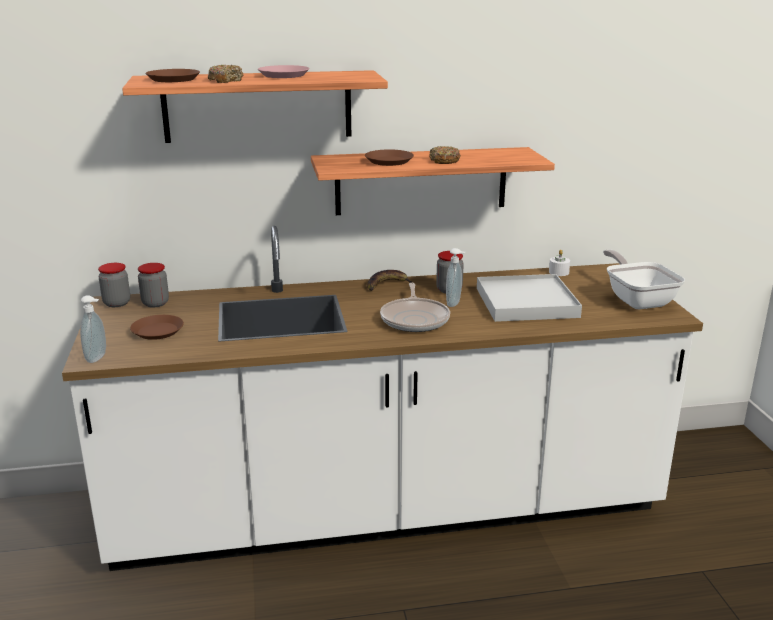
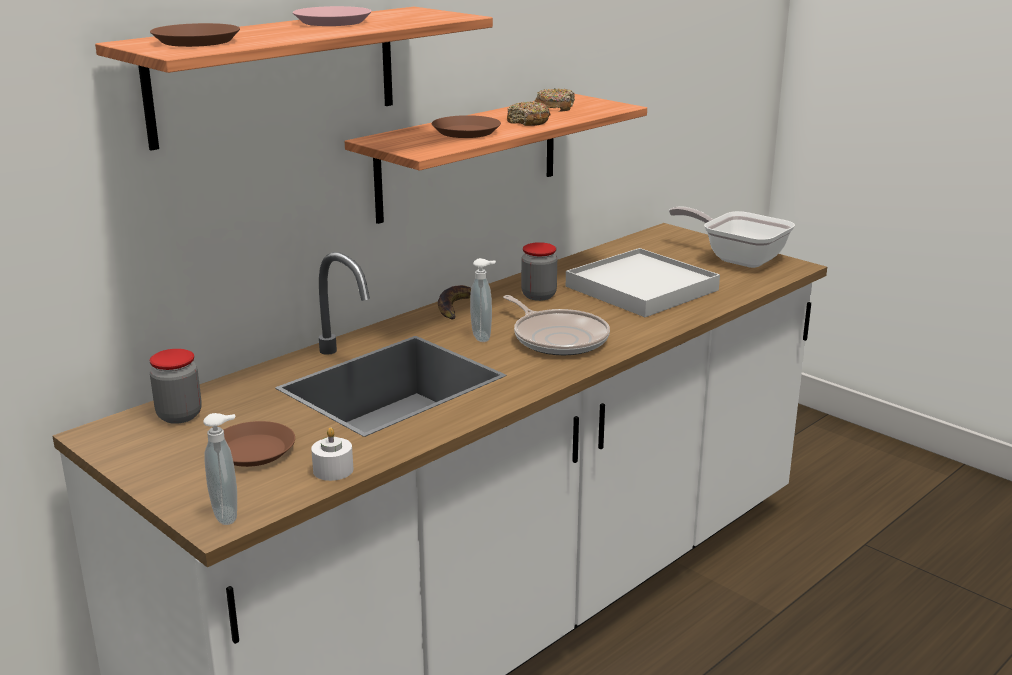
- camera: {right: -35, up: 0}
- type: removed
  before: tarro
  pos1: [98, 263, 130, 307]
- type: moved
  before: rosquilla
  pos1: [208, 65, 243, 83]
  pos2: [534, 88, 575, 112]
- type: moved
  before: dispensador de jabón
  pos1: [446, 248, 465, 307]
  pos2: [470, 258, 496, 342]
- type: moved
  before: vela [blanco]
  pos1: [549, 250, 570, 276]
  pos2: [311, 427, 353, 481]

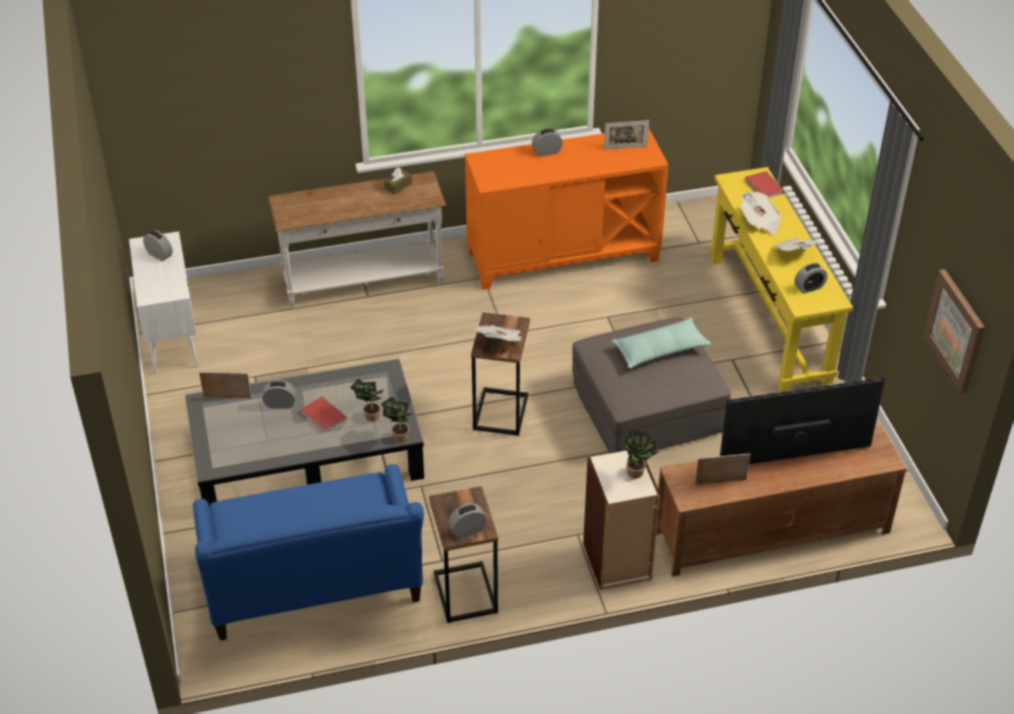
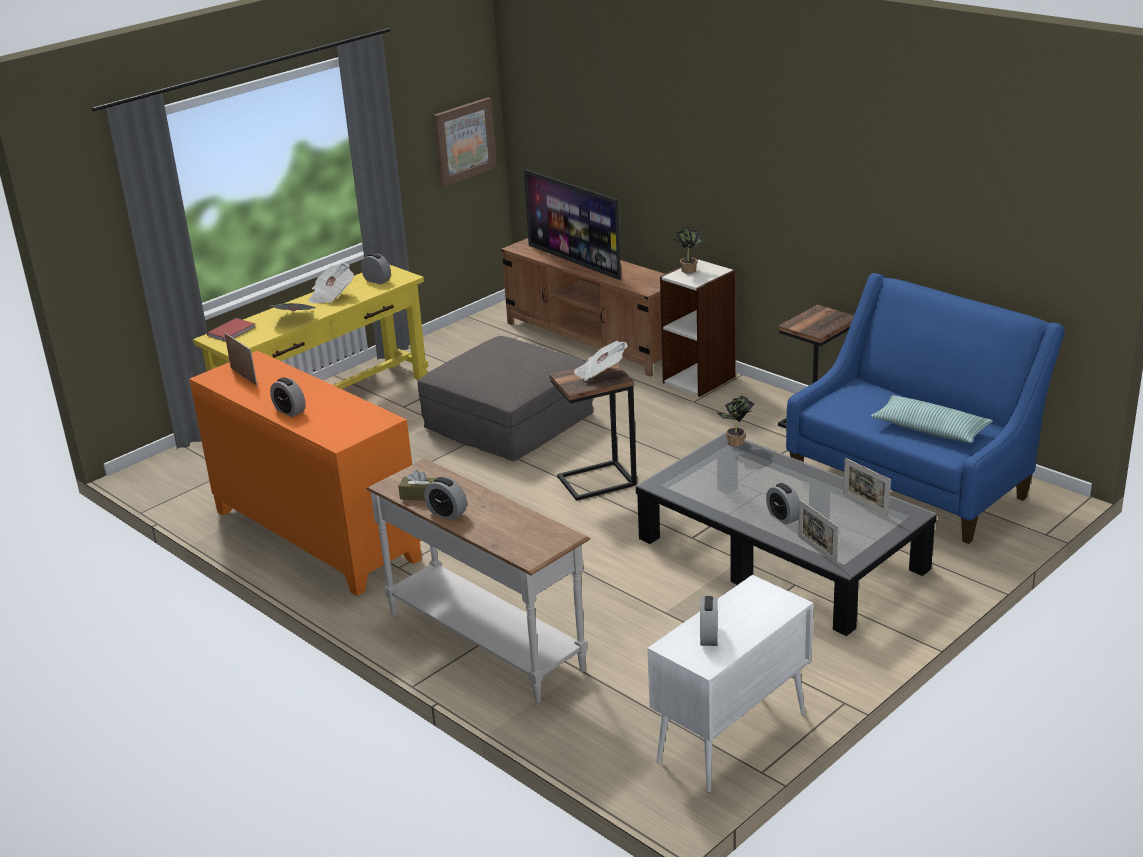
- camera: {right: -120, up: -15}
- type: removed
  before: libro [rojo]
  pos1: [300, 396, 347, 432]
- type: removed
  before: planta en maceta
  pos1: [350, 378, 384, 422]
- type: moved
  before: despertador
  pos1: [448, 504, 487, 538]
  pos2: [424, 477, 467, 520]
- type: moved
  before: cojín
  pos1: [611, 318, 711, 369]
  pos2: [871, 395, 993, 443]
- type: moved
  before: portarretratos
  pos1: [695, 454, 751, 485]
  pos2: [843, 458, 891, 516]

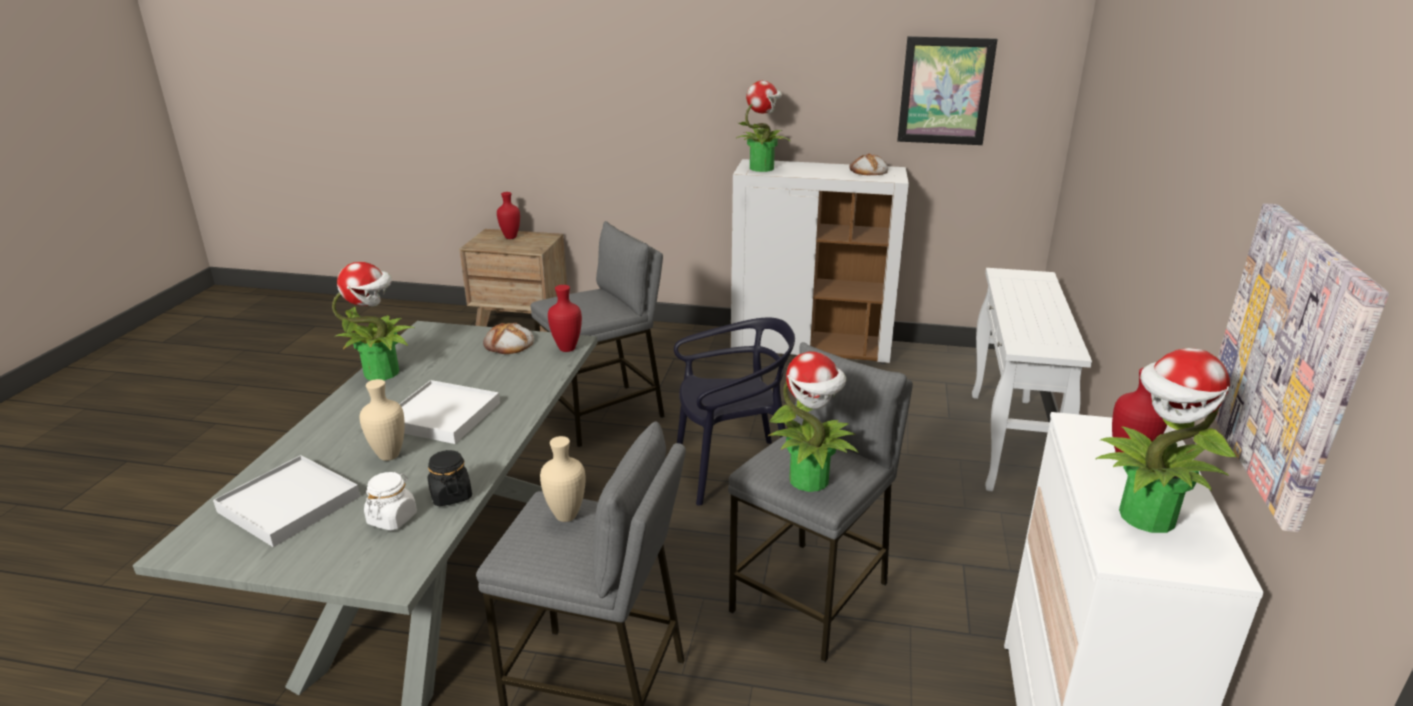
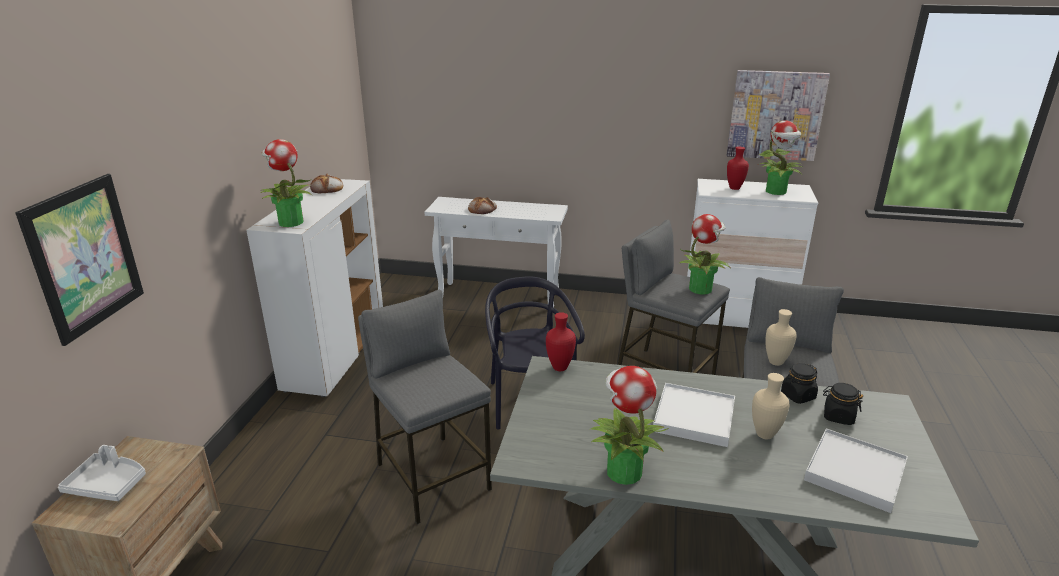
- camera: {right: -90, up: 0}
- type: moved
  before: pan
  pos1: [483, 323, 534, 354]
  pos2: [468, 197, 497, 214]
- type: moved
  before: cuadro
  pos1: [897, 36, 997, 145]
  pos2: [15, 174, 144, 346]
- type: replaced
  before: florero [rojo]
  after: bandeja [gris]
  pos1: [497, 192, 520, 239]
  pos2: [58, 445, 146, 501]
- type: recoloured
  before: tarro [blanco]
  after: tarro [negro]
  pos1: [364, 472, 417, 531]
  pos2: [823, 383, 863, 425]

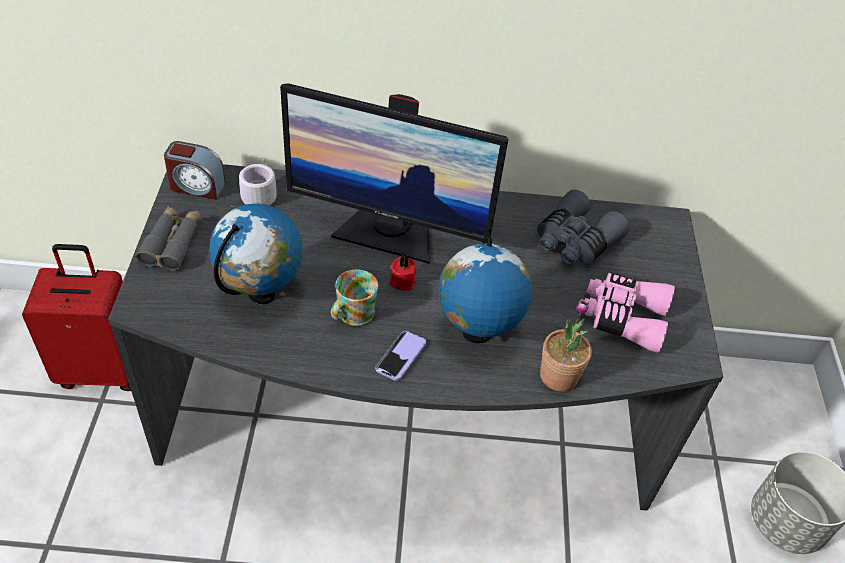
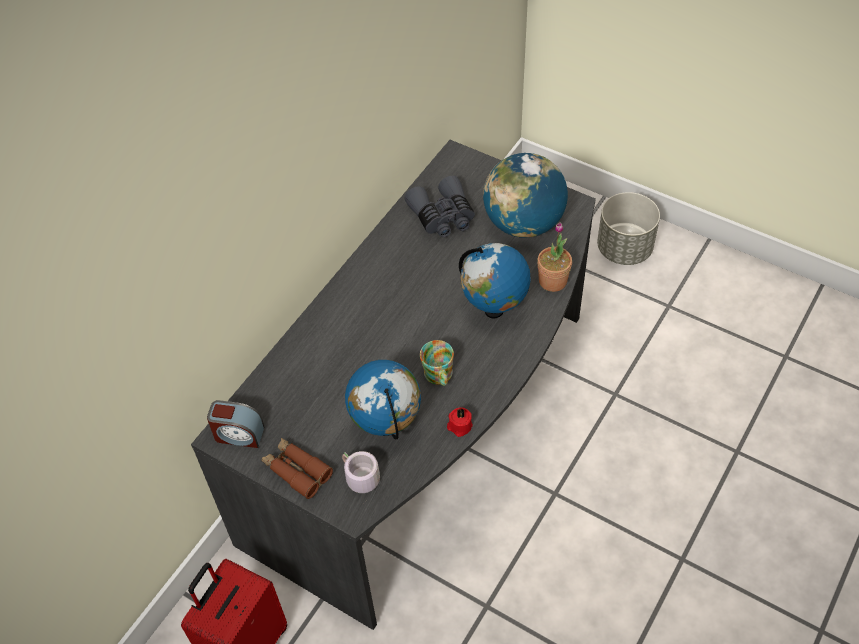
- camera: {right: -55, up: 5}
- type: removed
  before: monitor
  pos1: [280, 83, 508, 264]
- type: removed
  before: móvil
  pos1: [375, 331, 426, 381]
- type: moved
  before: taza grande [gris]
  pos1: [232, 159, 277, 207]
  pos2: [342, 451, 380, 493]
- type: moved
  before: vela [rojo]
  pos1: [389, 255, 416, 291]
  pos2: [447, 407, 473, 437]
- type: replaced
  before: prismáticos [rosa]
  after: globo terráqueo
  pos1: [585, 273, 675, 353]
  pos2: [483, 153, 568, 238]
- type: recoloured
  before: prismáticos [gris]
  after: prismáticos [marrón]
  pos1: [136, 206, 200, 271]
  pos2: [261, 438, 333, 499]
- type: turned
  before: despertador
  pos1: [164, 141, 226, 200]
  pos2: [207, 400, 264, 448]
  turn: 60

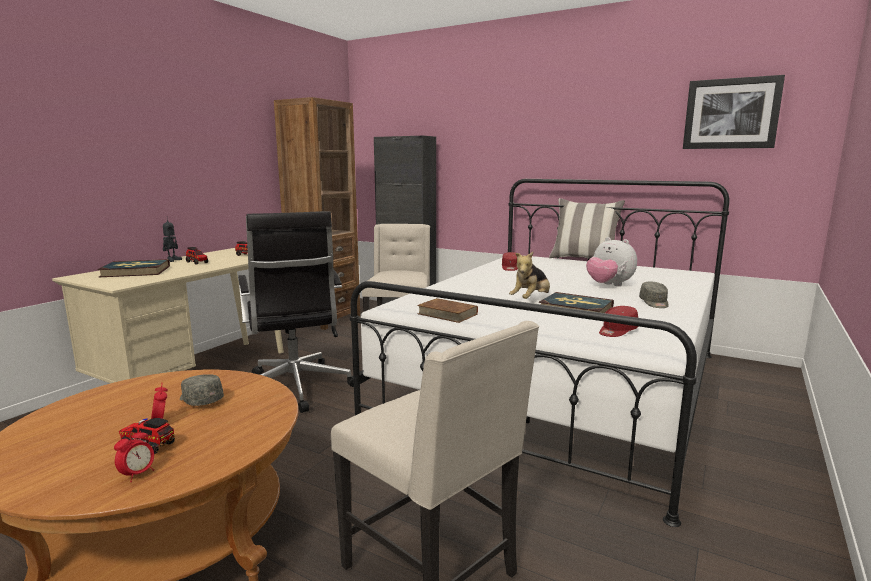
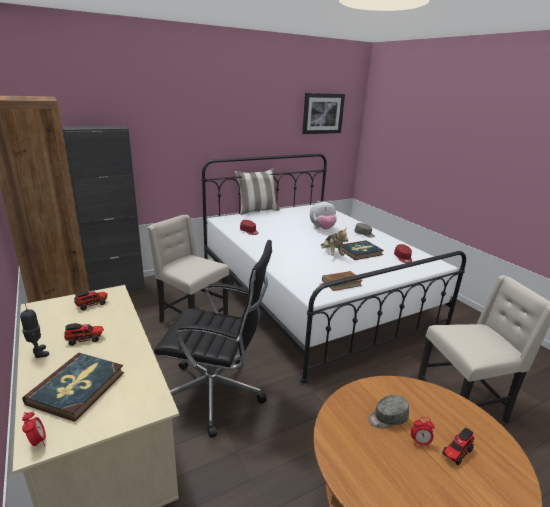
- camera: {right: -60, up: 10}
- type: moved
  before: despertador
  pos1: [114, 427, 154, 482]
  pos2: [22, 412, 46, 446]

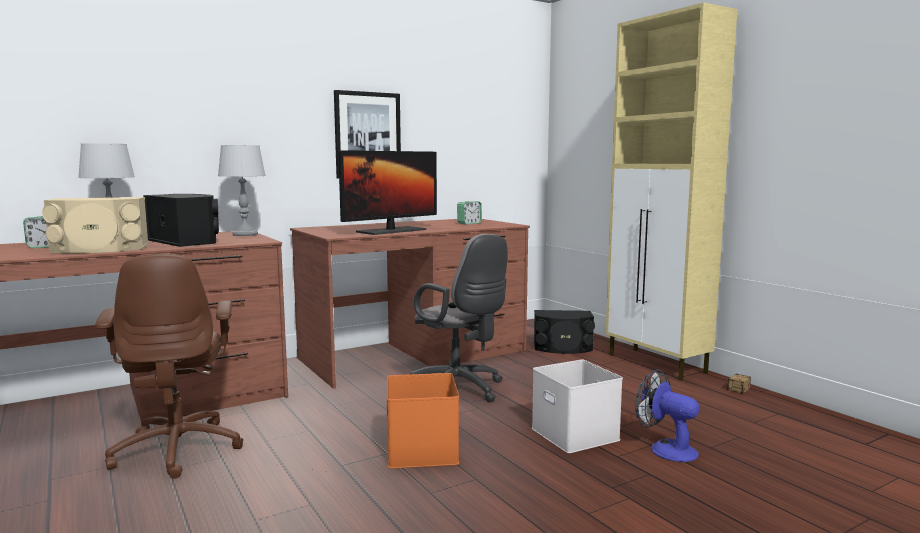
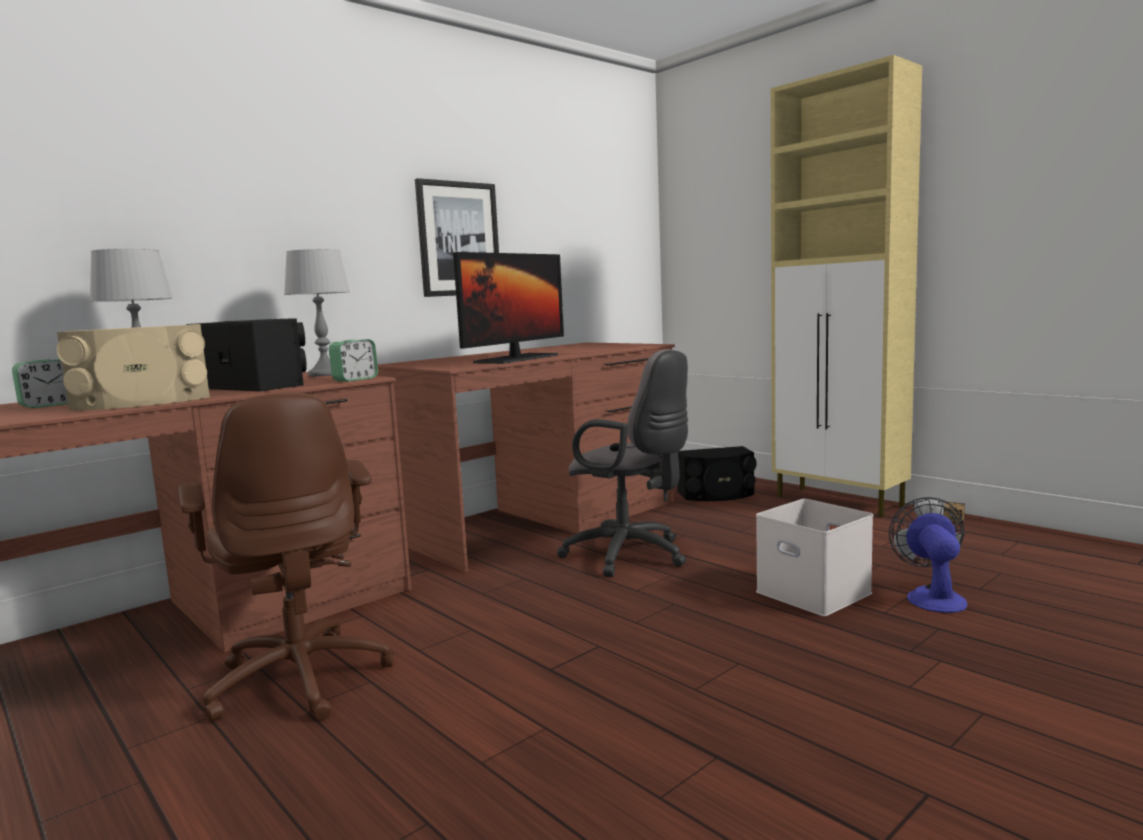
- camera: {right: -10, up: 0}
- type: removed
  before: caja de almacenaje [naranja]
  pos1: [387, 373, 459, 468]
- type: moved
  before: despertador
  pos1: [457, 201, 482, 225]
  pos2: [329, 339, 378, 382]
- type: turned
  before: ventilador
  pos1: [635, 369, 699, 462]
  pos2: [889, 497, 967, 613]
  turn: 60

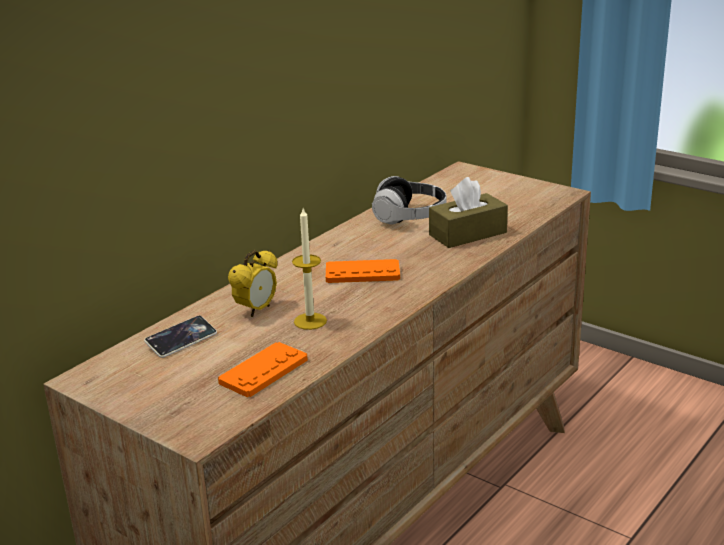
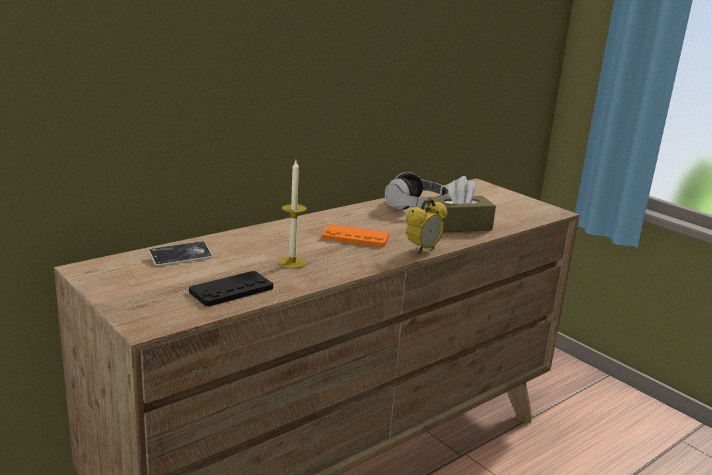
- camera: {right: 10, up: -5}
- type: moved
  before: despertador
  pos1: [228, 250, 278, 317]
  pos2: [406, 198, 448, 254]
- type: recoloured
  before: mando de consola [naranja]
  after: mando de consola [negro]
  pos1: [218, 342, 308, 397]
  pos2: [189, 271, 273, 307]

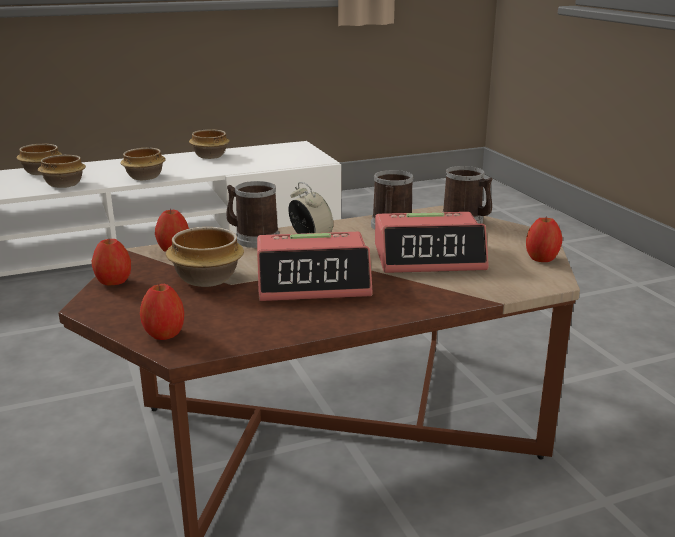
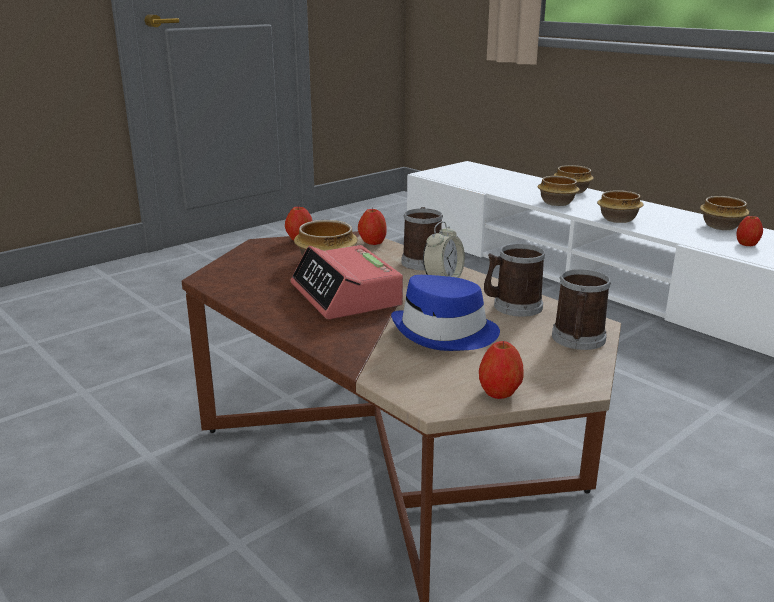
- camera: {right: 70, up: 0}
- type: moved
  before: manzana
  pos1: [140, 284, 184, 340]
  pos2: [736, 215, 763, 246]
- type: replaced
  before: despertador
  after: sombrero [azul]
  pos1: [375, 212, 488, 273]
  pos2: [391, 275, 500, 351]

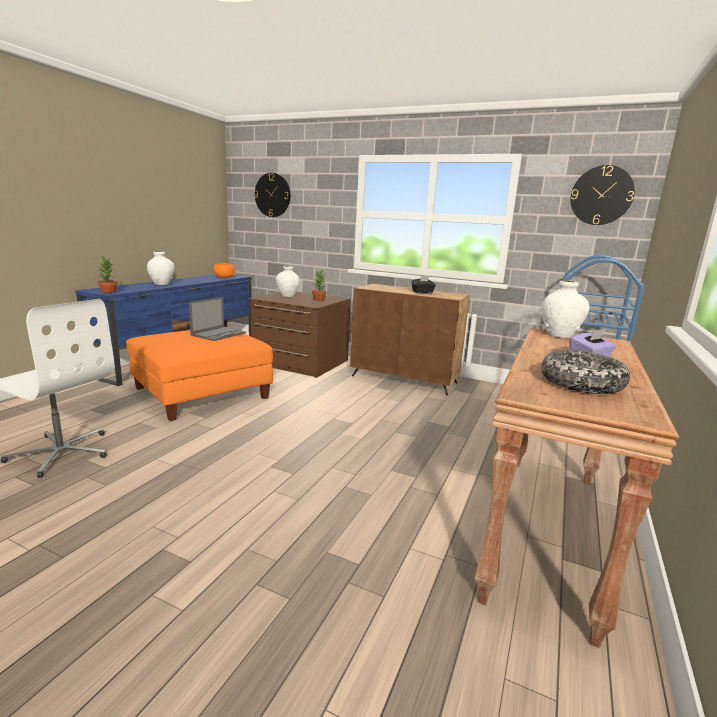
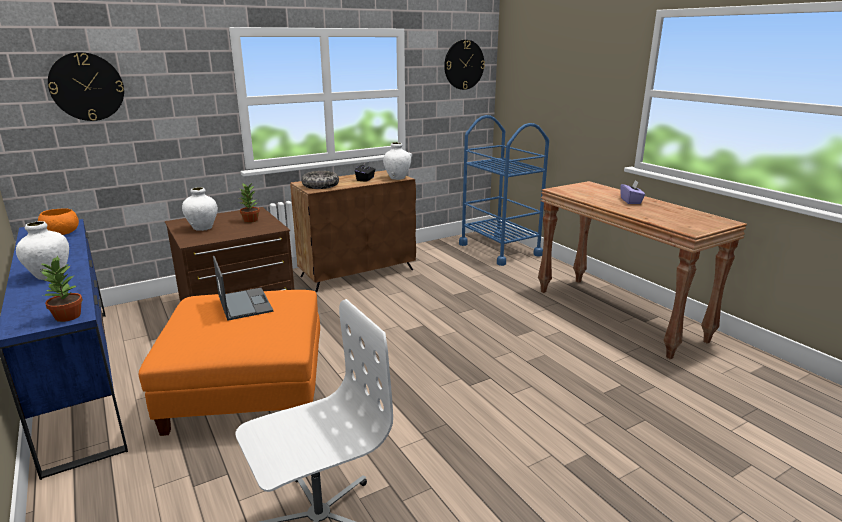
- camera: {right: -55, up: 5}
- type: moved
  before: florero [blanco]
  pos1: [541, 280, 589, 338]
  pos2: [383, 142, 411, 180]
- type: moved
  before: cuenco
  pos1: [541, 350, 630, 394]
  pos2: [302, 171, 339, 189]

